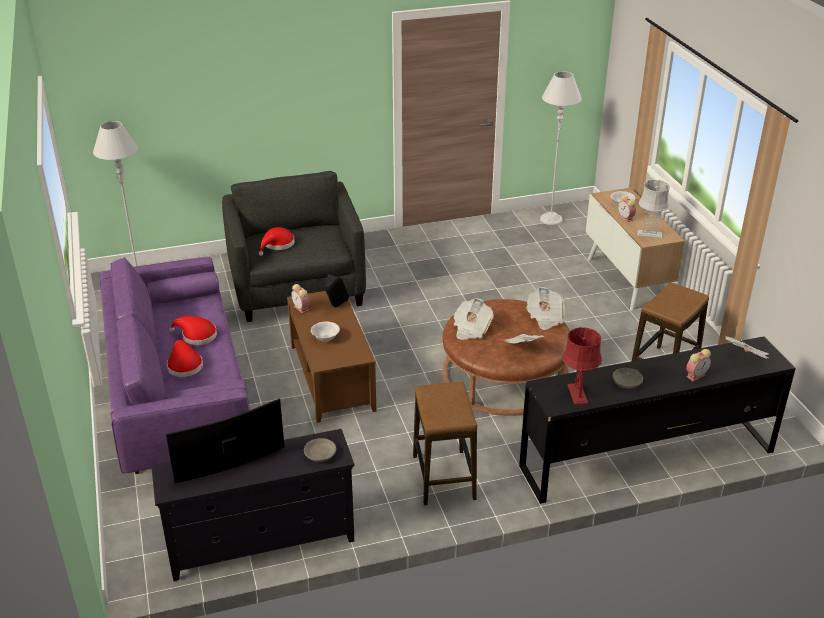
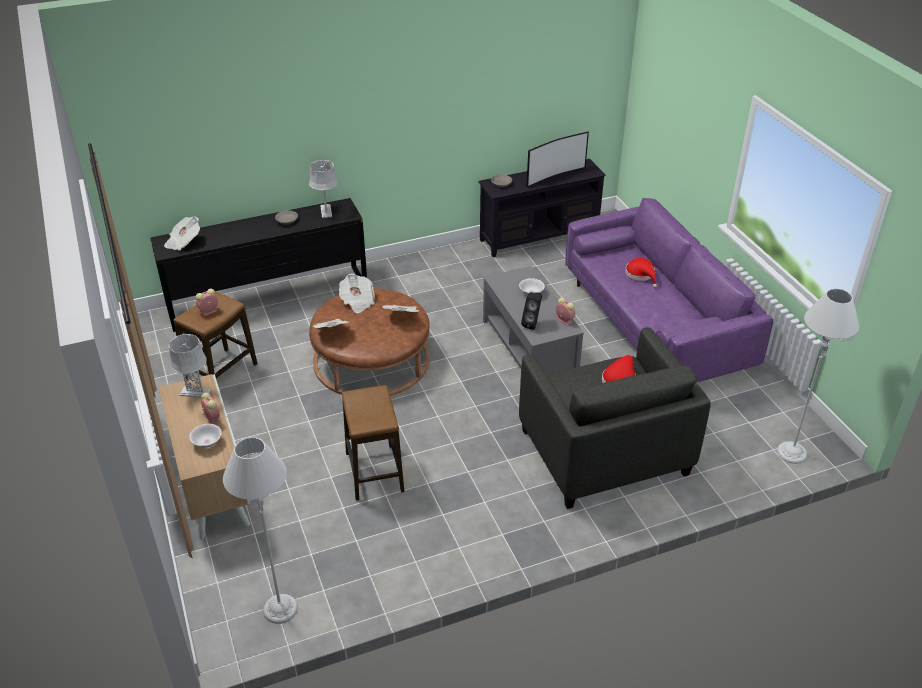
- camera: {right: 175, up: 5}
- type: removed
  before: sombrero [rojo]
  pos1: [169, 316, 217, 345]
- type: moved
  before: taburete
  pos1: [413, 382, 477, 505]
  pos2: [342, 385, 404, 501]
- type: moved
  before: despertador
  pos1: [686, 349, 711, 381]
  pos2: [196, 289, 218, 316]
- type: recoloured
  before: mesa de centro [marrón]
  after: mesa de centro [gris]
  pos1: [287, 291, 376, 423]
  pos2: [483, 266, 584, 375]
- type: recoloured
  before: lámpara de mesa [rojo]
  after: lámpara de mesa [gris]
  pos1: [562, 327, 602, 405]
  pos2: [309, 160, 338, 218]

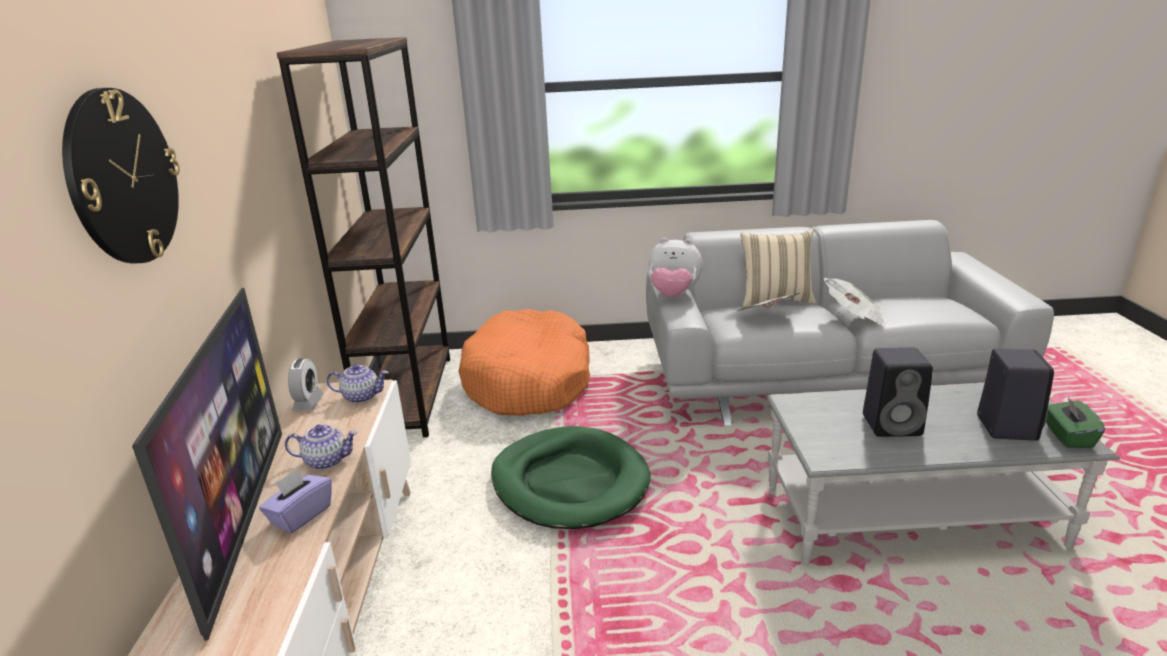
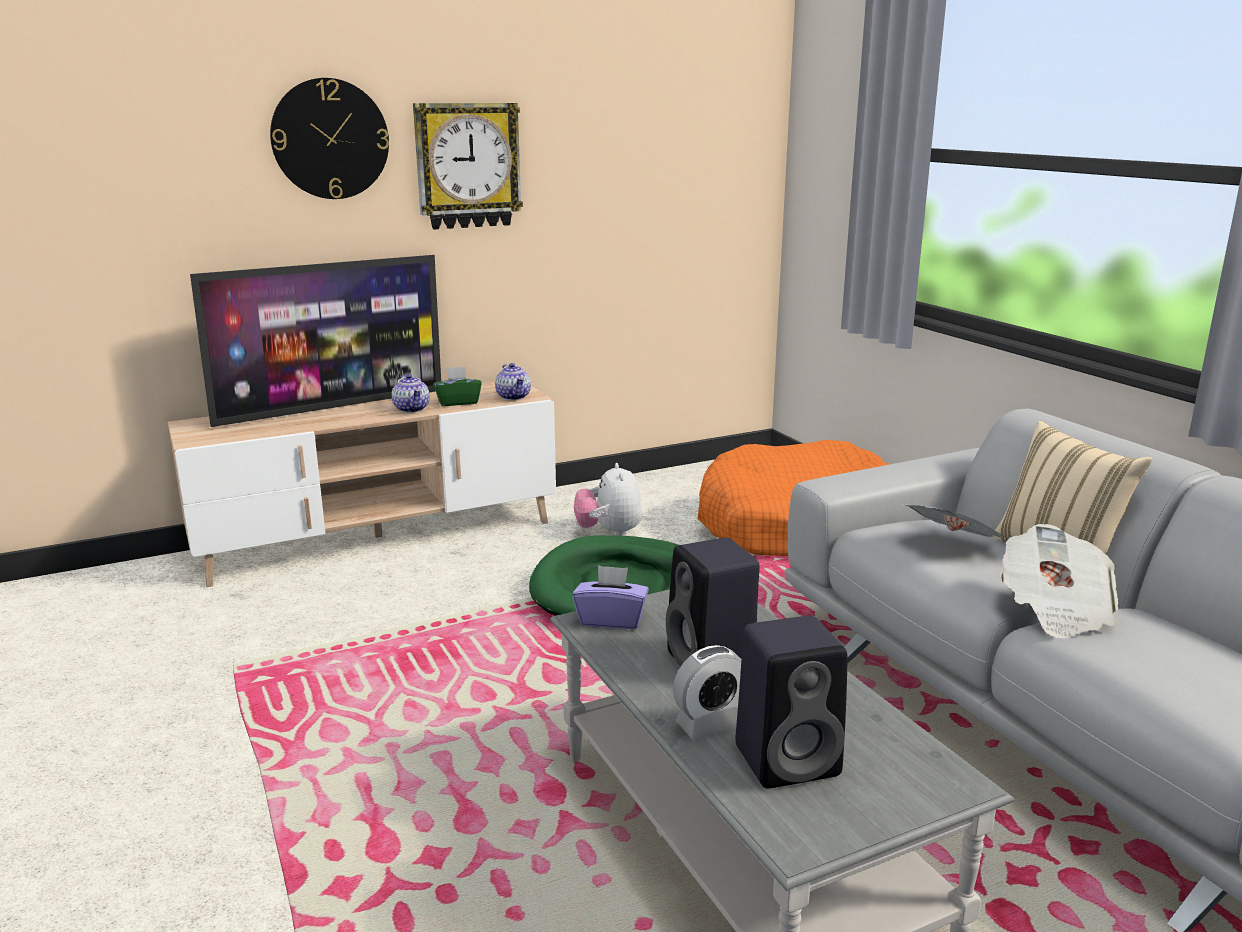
- camera: {right: 65, up: -5}
- type: removed
  before: estantería [marrón]
  pos1: [277, 37, 450, 437]
- type: added
  after: reloj de pared
  pos2: [413, 103, 523, 230]
- type: moved
  before: caja de pañuelos [morado]
  pos1: [259, 468, 332, 534]
  pos2: [572, 565, 649, 629]
- type: moved
  before: despertador
  pos1: [288, 358, 323, 411]
  pos2: [673, 645, 741, 739]
- type: moved
  before: peluche
  pos1: [649, 238, 703, 297]
  pos2: [574, 463, 642, 536]
- type: moved
  before: caja de pañuelos [verde]
  pos1: [1047, 397, 1105, 448]
  pos2: [433, 366, 482, 406]

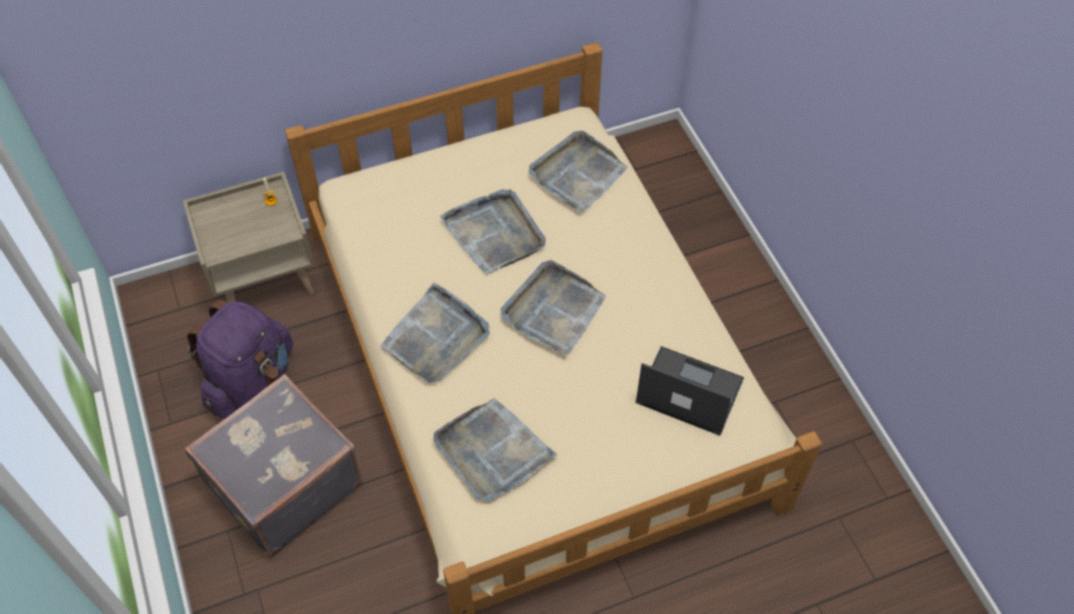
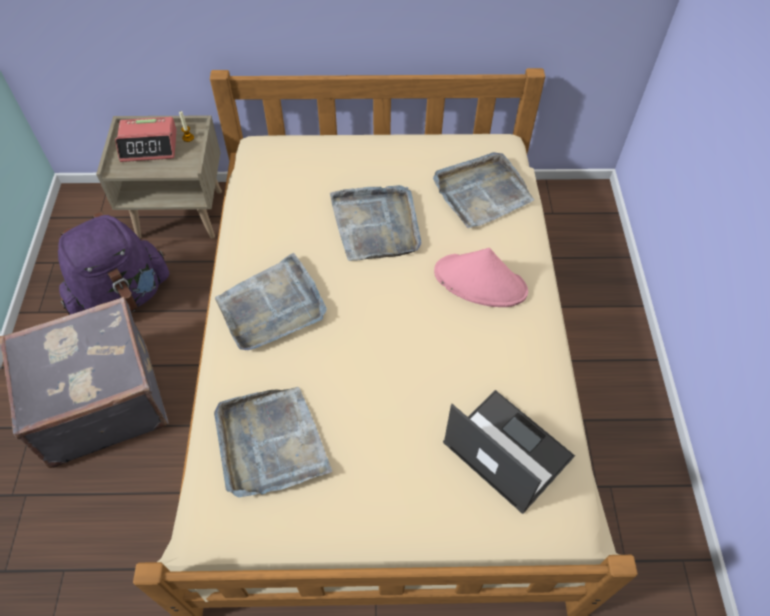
- camera: {right: 20, up: 0}
- type: removed
  before: bandeja [gris]
  pos1: [501, 260, 606, 356]
- type: added
  after: despertador
  pos2: [115, 117, 177, 162]
- type: added
  after: sombrero [rosa]
  pos2: [434, 248, 528, 307]

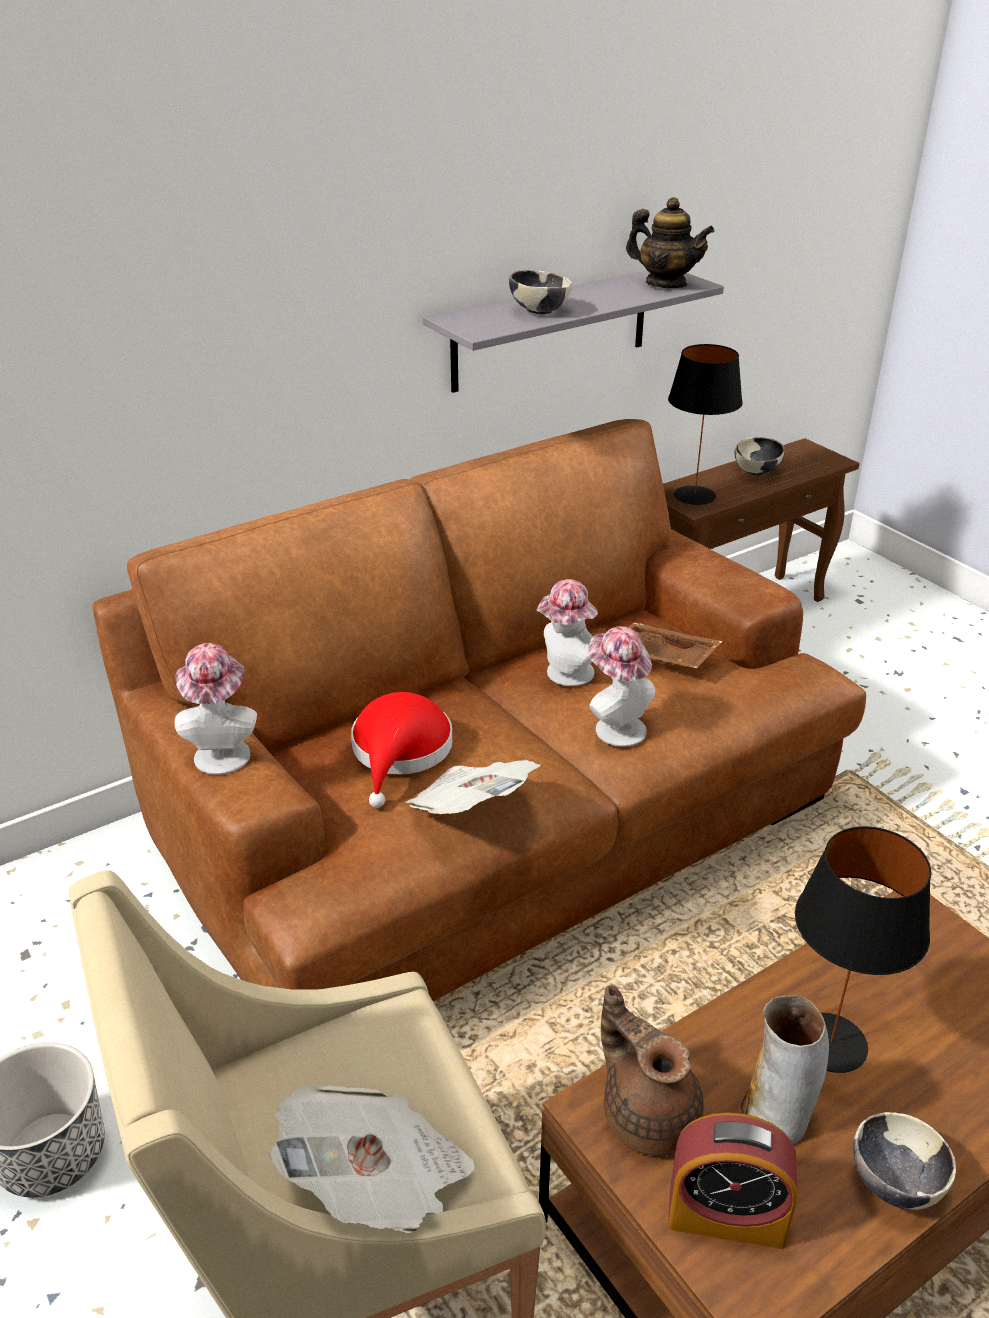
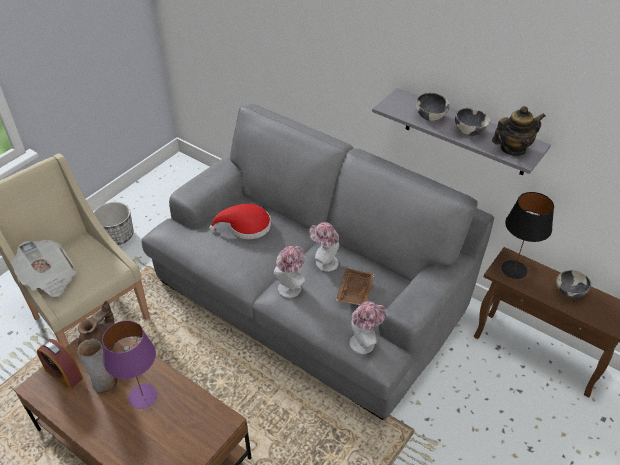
- camera: {right: 70, up: 10}
- type: removed
  before: periódico
  pos1: [405, 760, 540, 814]
- type: moved
  before: sombrero
  pos1: [175, 643, 257, 775]
  pos2: [350, 301, 386, 354]
- type: moved
  before: cuenco
  pos1: [853, 1112, 956, 1210]
  pos2: [455, 108, 490, 136]
- type: recoloured
  before: sofá [marrón]
  after: sofá [gris]
  pos1: [92, 419, 866, 1001]
  pos2: [141, 104, 494, 420]
- type: recoloured
  before: lámpara de mesa [negro]
  after: lámpara de mesa [morado]
  pos1: [795, 826, 931, 1073]
  pos2: [102, 321, 157, 409]
- type: turned
  before: tetera
  pos1: [626, 197, 714, 288]
  pos2: [492, 106, 546, 156]
  turn: -120
- type: turned
  before: despertador
  pos1: [668, 1112, 797, 1249]
  pos2: [37, 339, 83, 390]
  turn: -45

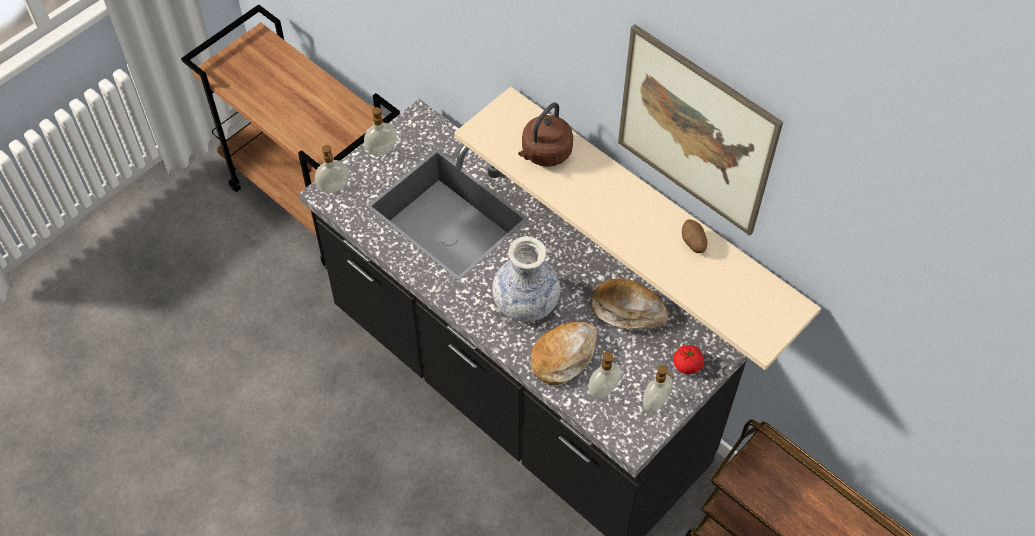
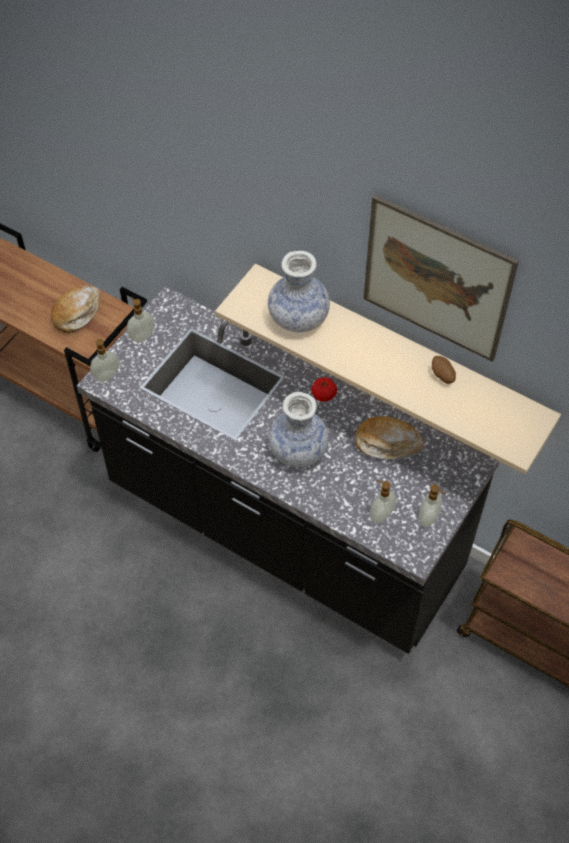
- camera: {right: -10, up: 0}
- type: moved
  before: pan
  pos1: [531, 322, 598, 385]
  pos2: [51, 286, 101, 333]
- type: moved
  before: tomate
  pos1: [673, 345, 704, 374]
  pos2: [311, 377, 337, 402]
- type: replaced
  before: hervidor [marrón]
  after: florero
  pos1: [518, 102, 573, 167]
  pos2: [268, 251, 330, 332]

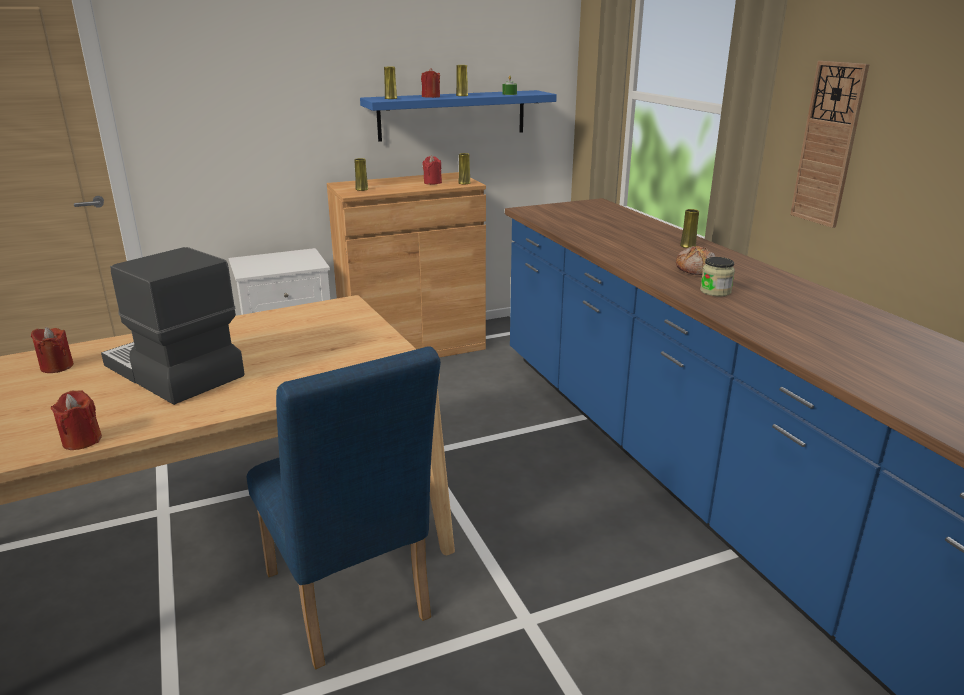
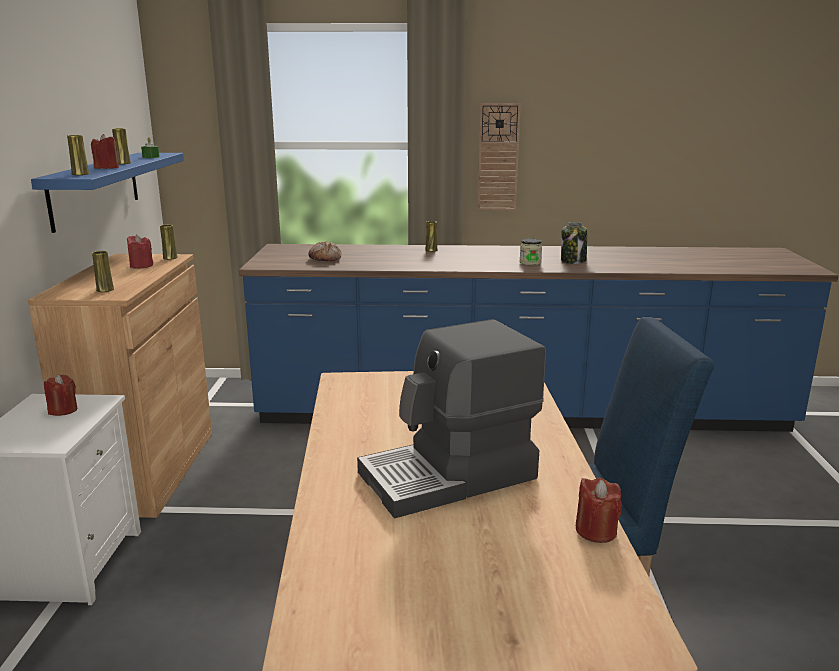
- camera: {right: -65, up: -5}
- type: added
  after: tarro
  pos2: [561, 222, 587, 264]
- type: moved
  before: vela [rojo]
  pos1: [31, 327, 74, 373]
  pos2: [44, 375, 77, 416]
- type: moved
  before: pan
  pos1: [676, 246, 716, 275]
  pos2: [308, 241, 341, 261]

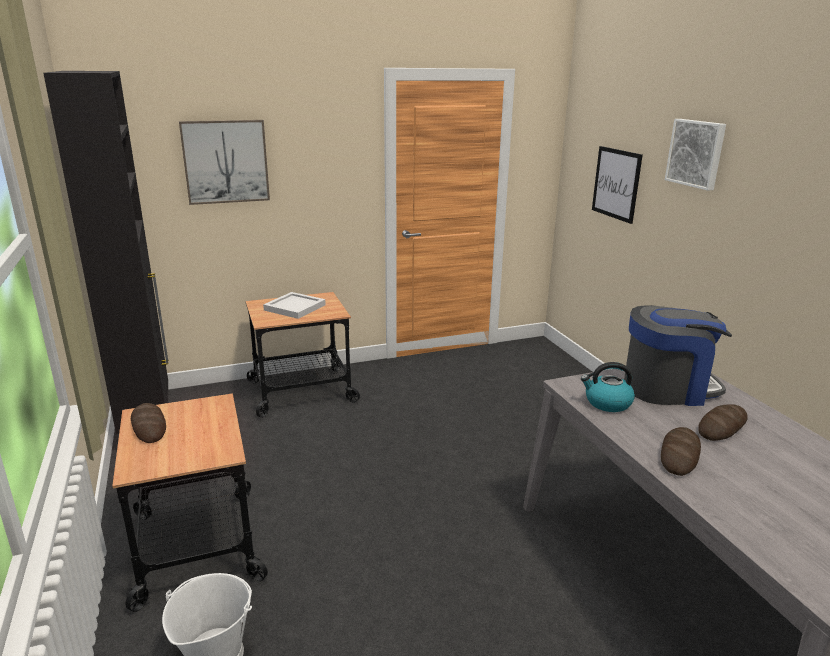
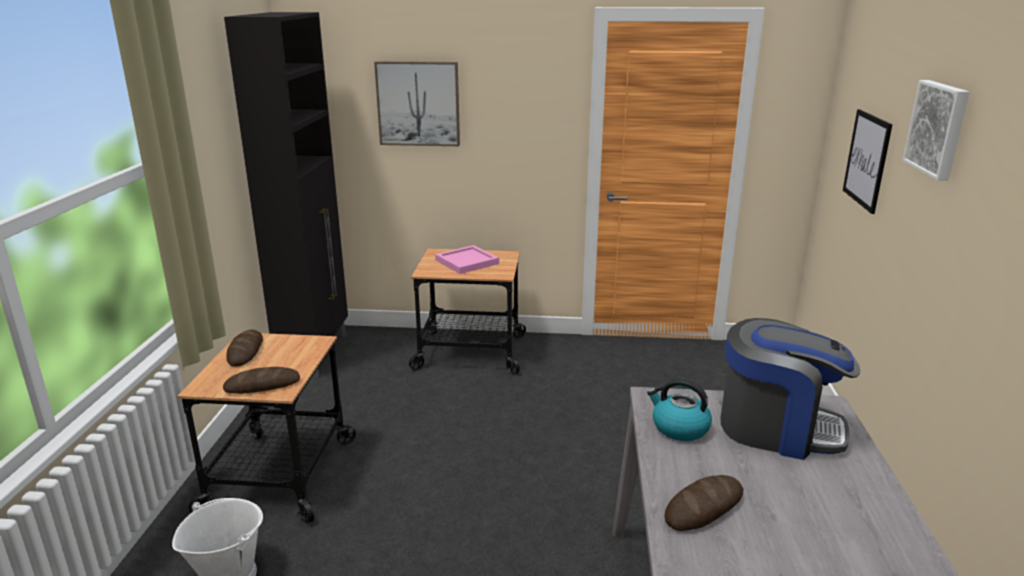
- camera: {right: 25, up: 0}
- type: moved
  before: pan
  pos1: [698, 404, 748, 441]
  pos2: [223, 367, 300, 394]
- type: recoloured
  before: bandeja [blanco]
  after: bandeja [rosa]
  pos1: [263, 292, 326, 319]
  pos2: [435, 245, 499, 274]

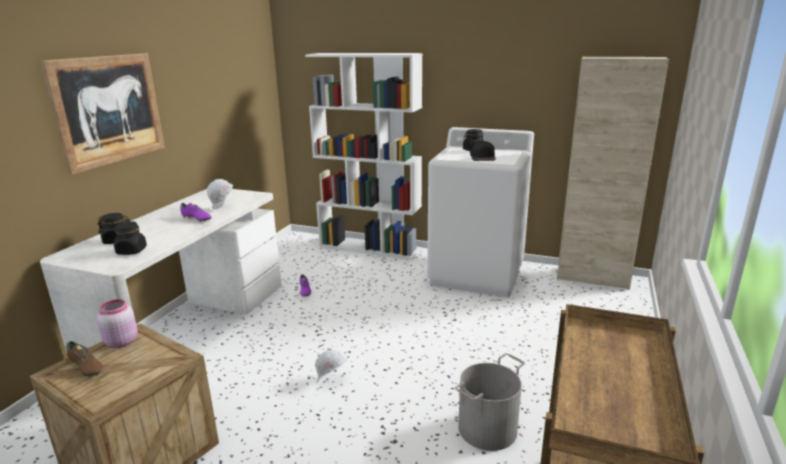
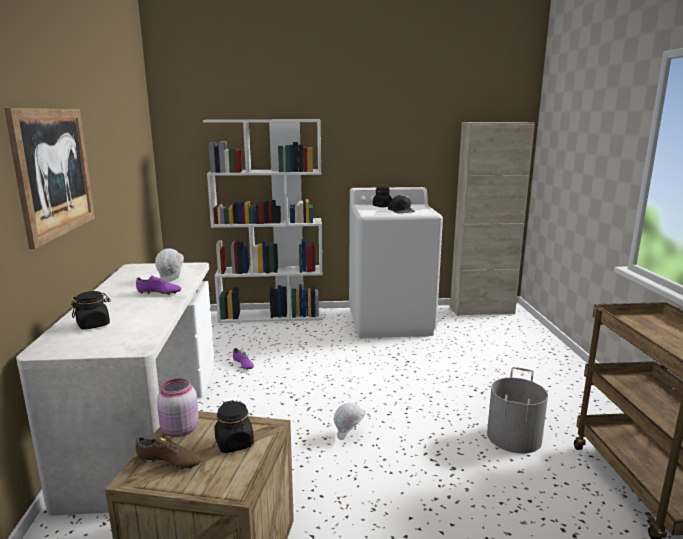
- camera: {right: -25, up: -5}
- type: moved
  before: tarro [negro]
  pos1: [114, 222, 147, 255]
  pos2: [214, 400, 254, 453]

